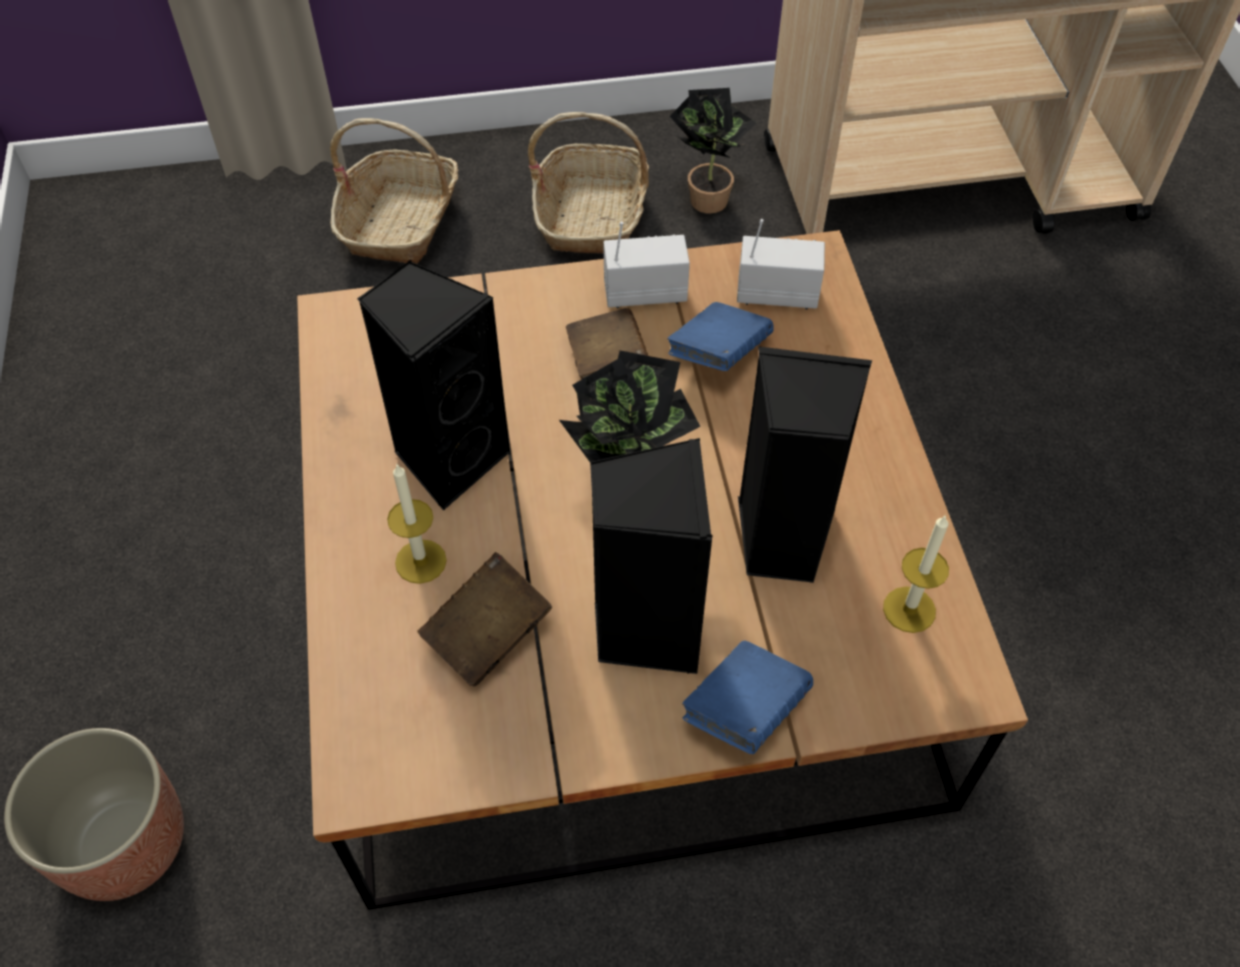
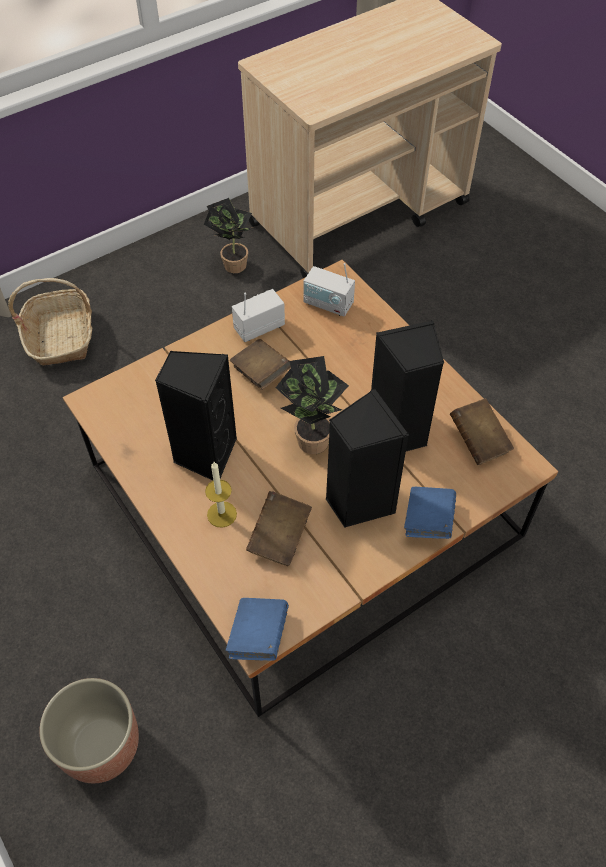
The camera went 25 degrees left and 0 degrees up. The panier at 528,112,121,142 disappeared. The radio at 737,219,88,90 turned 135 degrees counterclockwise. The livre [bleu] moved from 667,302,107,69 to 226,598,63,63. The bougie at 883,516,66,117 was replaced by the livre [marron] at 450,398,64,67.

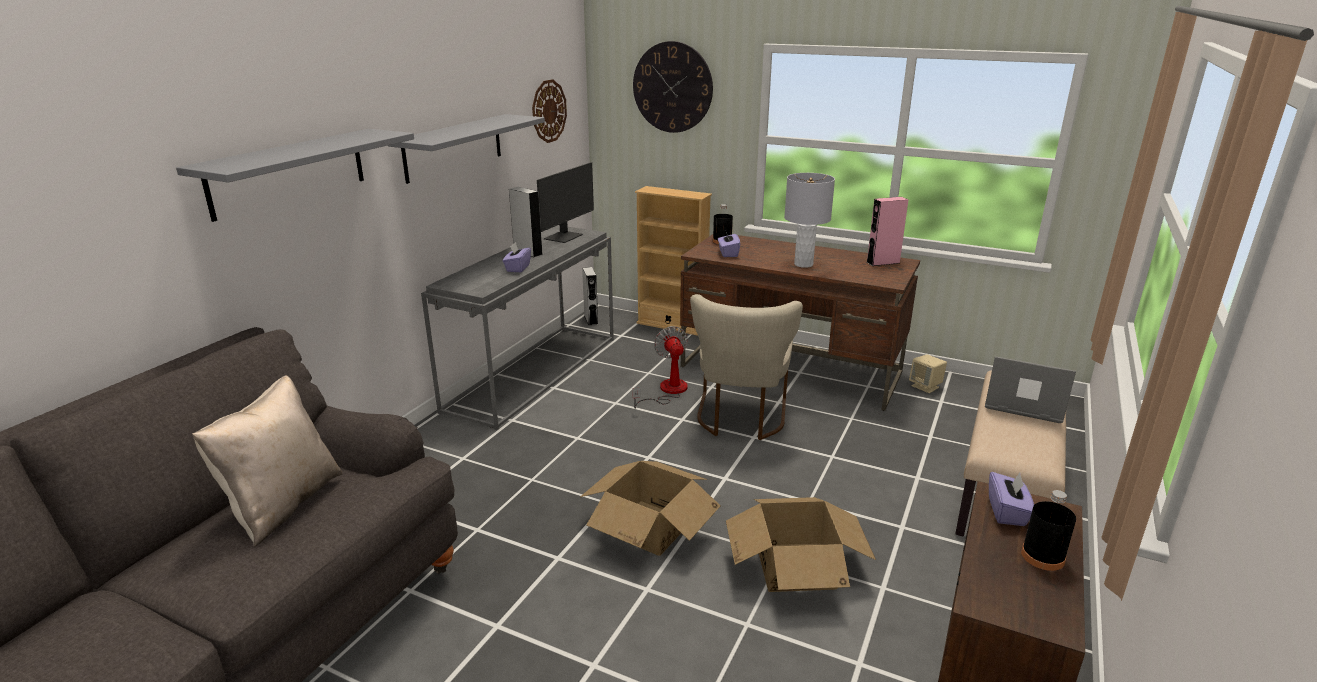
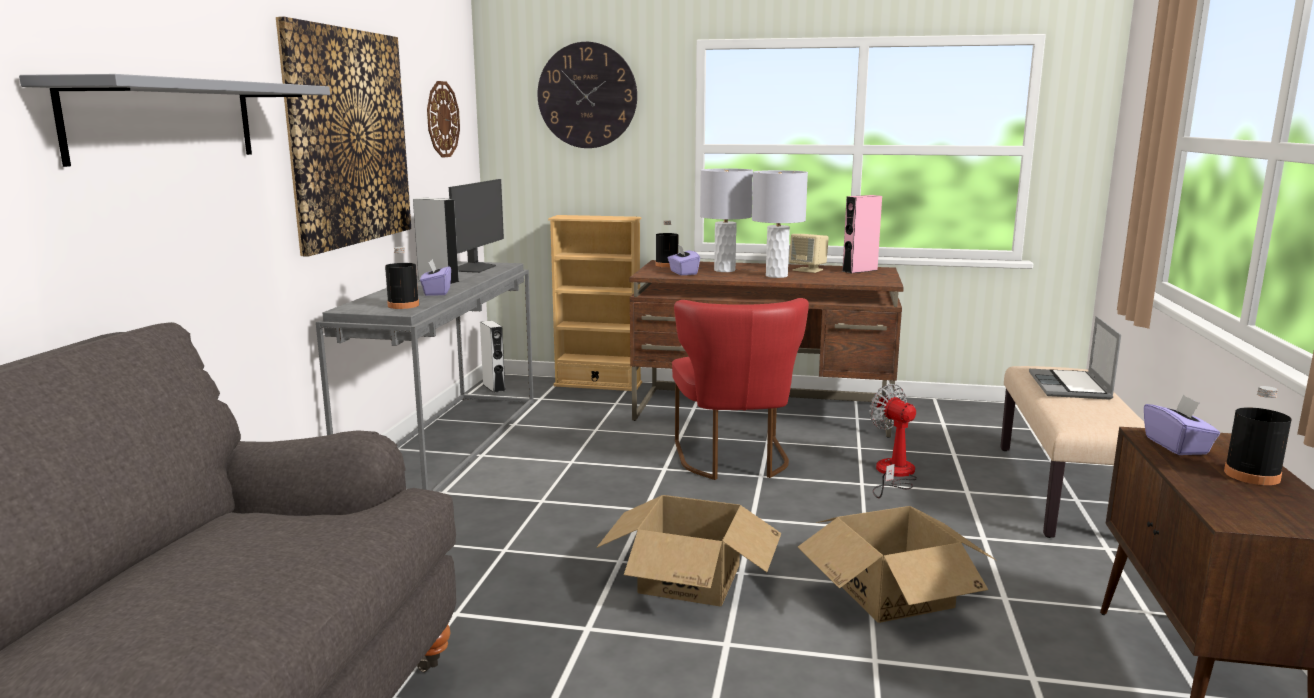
The camera went 15 degrees left and 10 degrees down. The étagère [gris] at 388,114,157,70 was replaced by the tableau at 276,17,135,239. The chaise [beige] at 690,294,113,146 became the chaise [rouge] at 672,298,137,182. The ventilateur moved from 632,326,56,82 to 869,384,48,114. The enceinte [beige] moved from 909,354,38,39 to 789,234,40,39. The ordinateur portable at 985,356,91,67 turned 90 degrees counterclockwise. The coussin [beige] at 192,375,151,172 disappeared. The lampe de table [gris] at 700,168,53,104 appeared. The bouteille [noir] at 385,247,34,62 appeared.

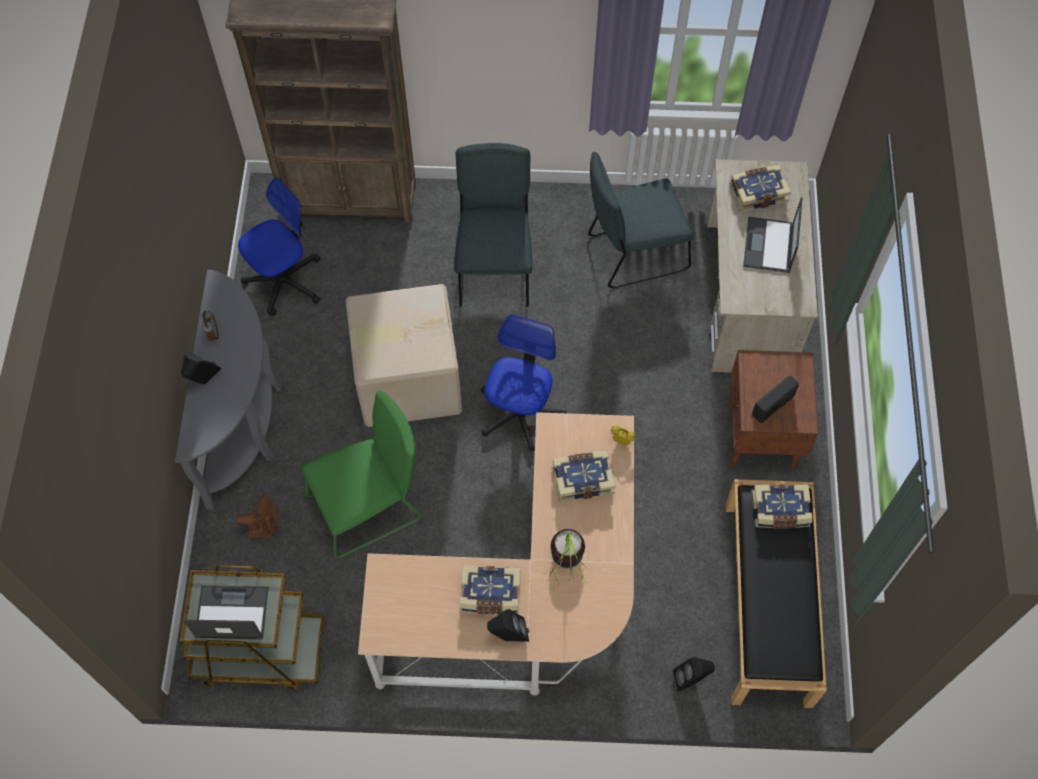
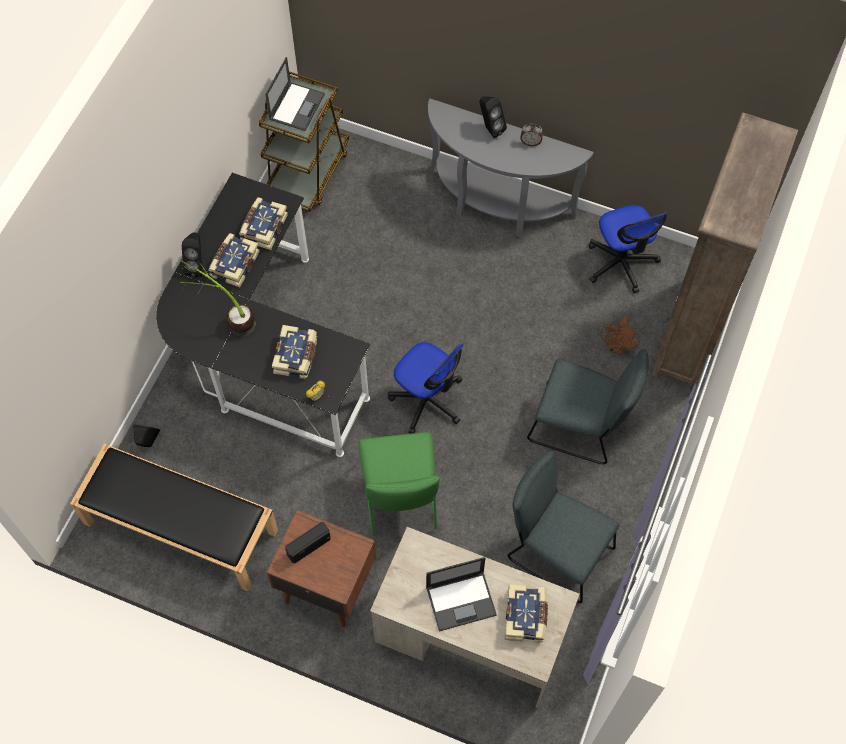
The camera went 110 degrees right and 0 degrees up. The chaise [gris] at 588,151,105,137 turned 60 degrees counterclockwise. The ordinateur portable at 743,197,59,76 turned 135 degrees clockwise. The carton at 346,284,116,143 disappeared. The radio at 752,376,47,47 turned 75 degrees clockwise. The chaise [vert] moved from 301,391,120,167 to 358,432,82,104. The bureau [beige] at 358,412,276,284 became the bureau [noir] at 156,173,214,284. The livre moved from 752,484,61,45 to 239,197,49,53. The ventilateur [marron] moved from 236,494,44,47 to 601,317,39,38.

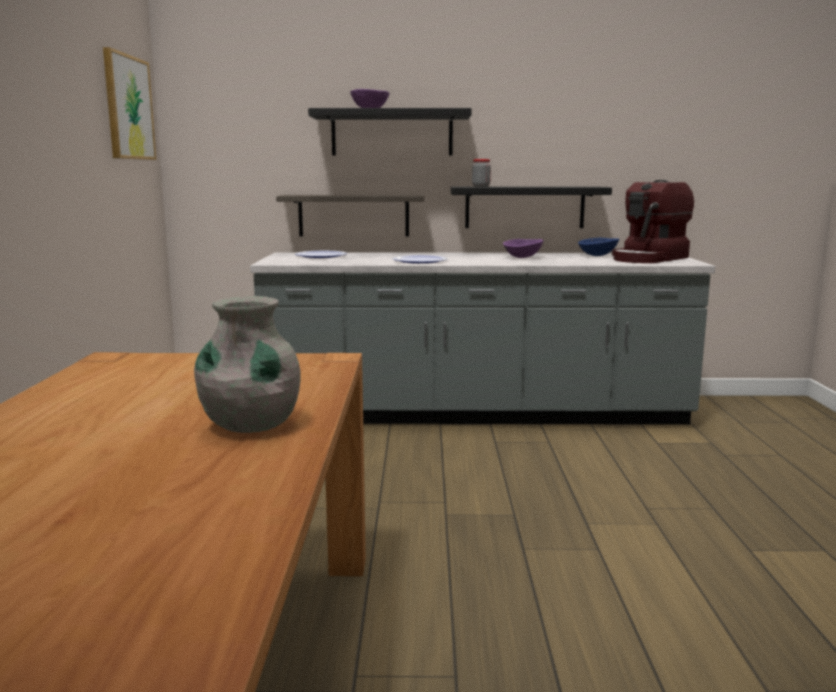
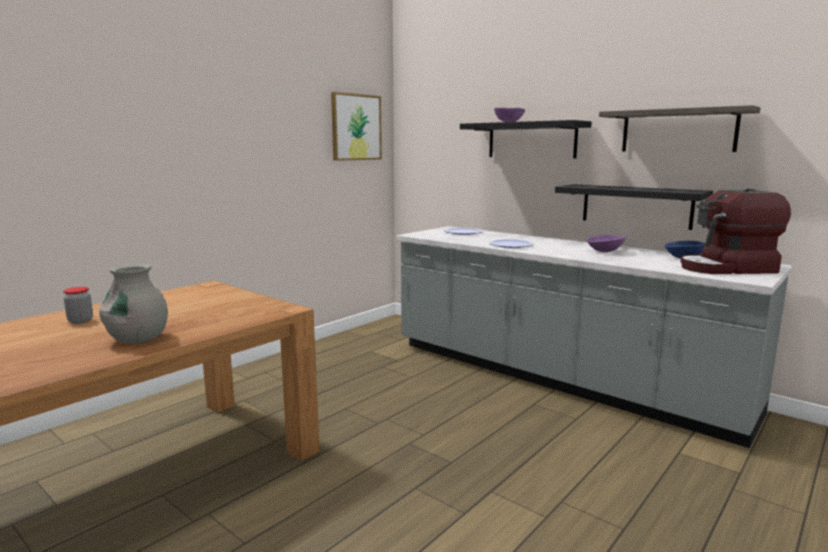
The camera went 40 degrees right and 0 degrees up. The bocal moved from 472,159,19,28 to 64,287,29,37. The étagère moved from 276,195,148,41 to 599,105,162,47.

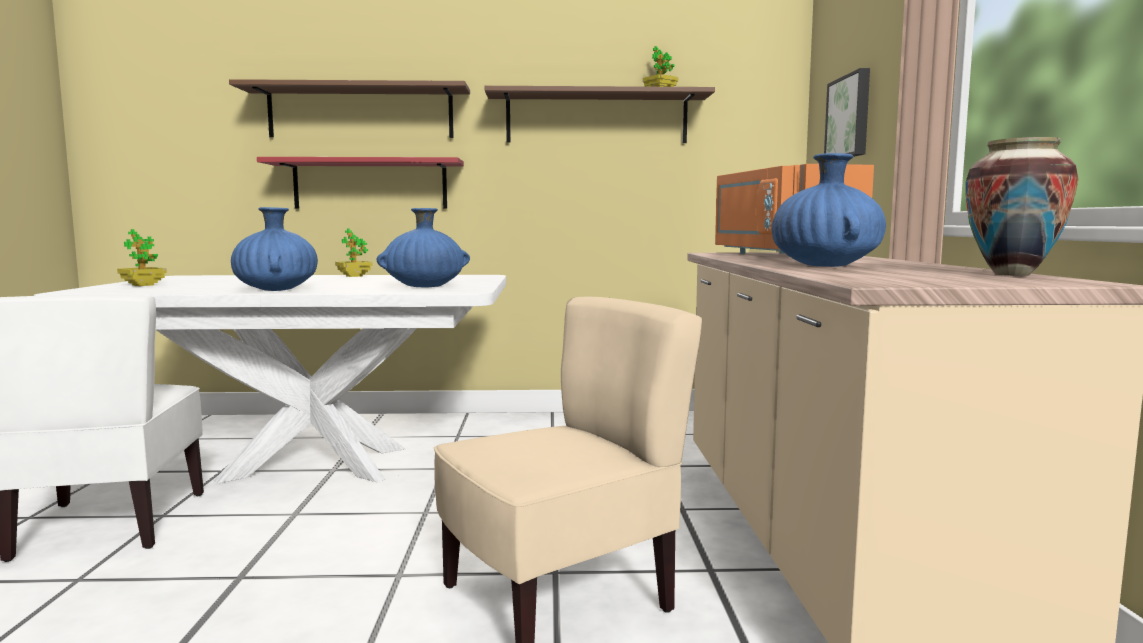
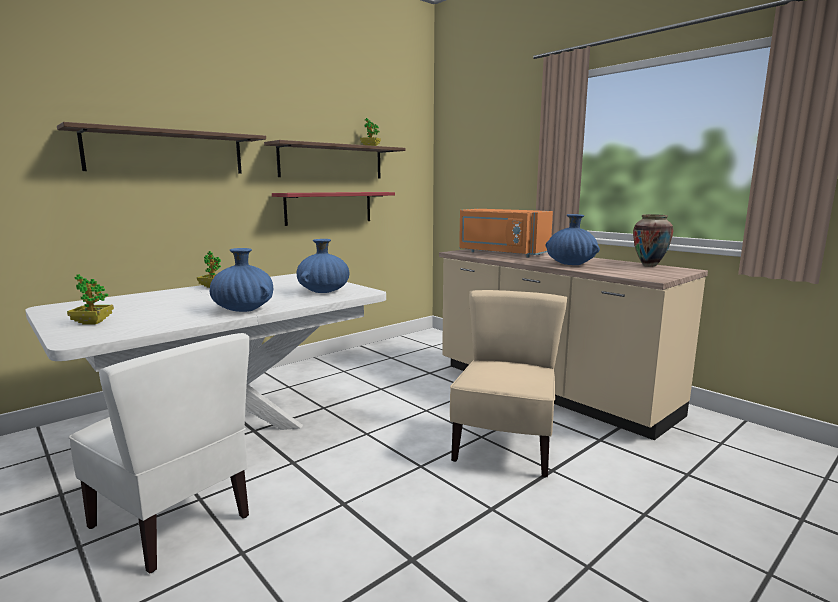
The camera went 40 degrees left and 5 degrees up. The tableau at 824,68,46,89 disappeared. The étagère [rouge] moved from 257,157,207,52 to 272,192,123,34.

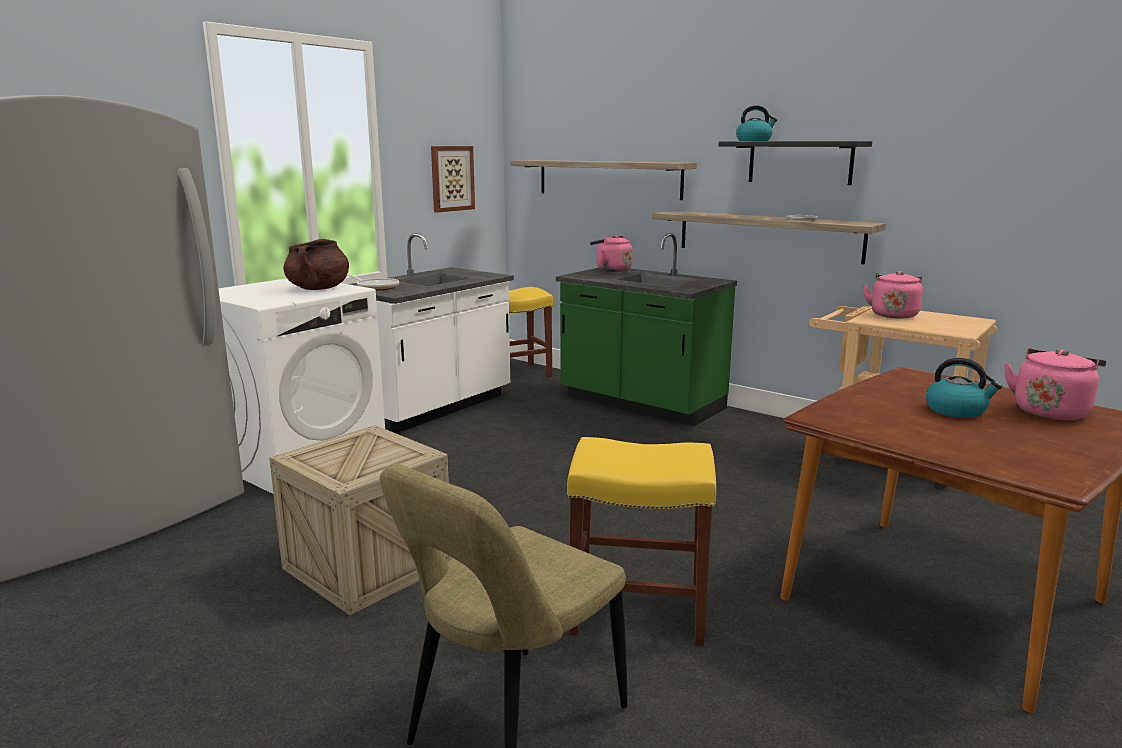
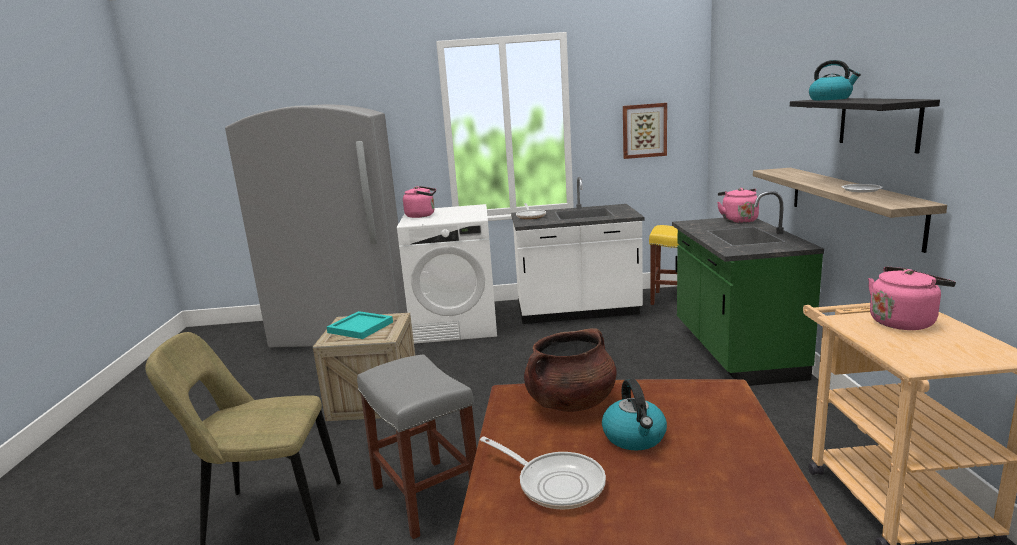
The camera went 50 degrees right and 0 degrees up. The étagère at 511,160,186,40 disappeared. The marmite [marron] moved from 284,239,65,51 to 524,328,93,84. The bouilloire [rose] moved from 1004,348,102,72 to 403,186,33,32. The tabouret [jaune] at 567,437,149,210 became the tabouret [gris] at 357,354,120,185. The plateau [turquoise] at 327,311,66,28 appeared. The poêle at 480,436,126,74 appeared.

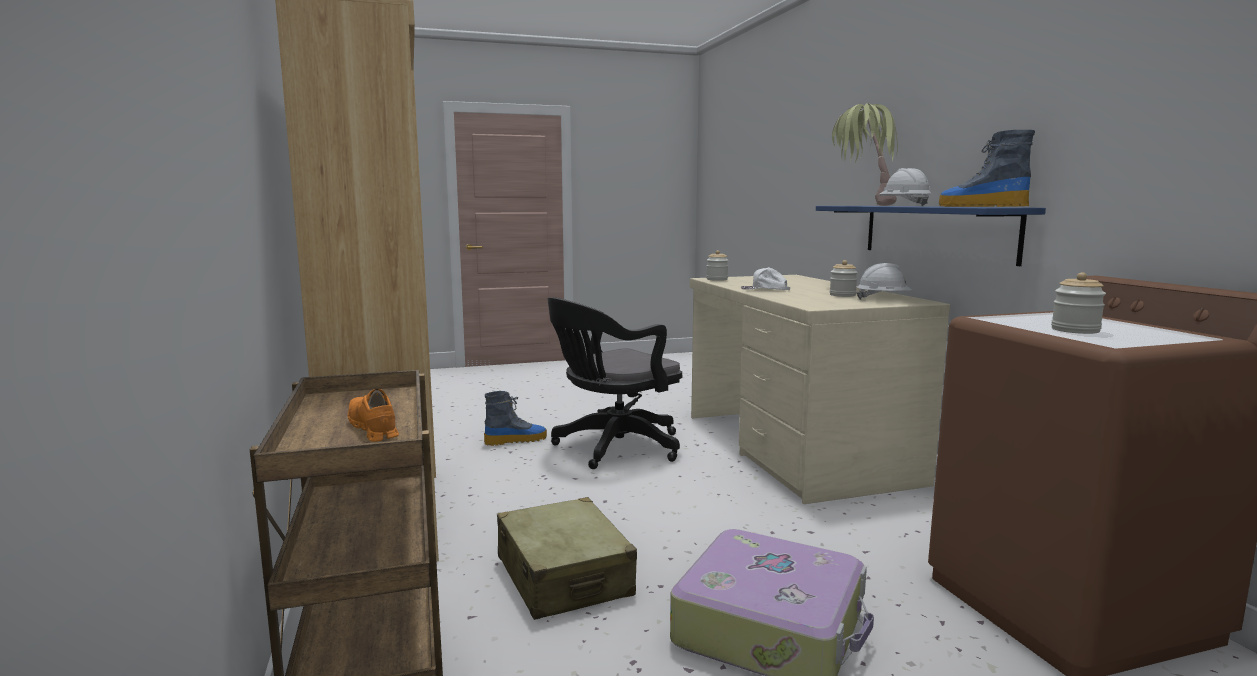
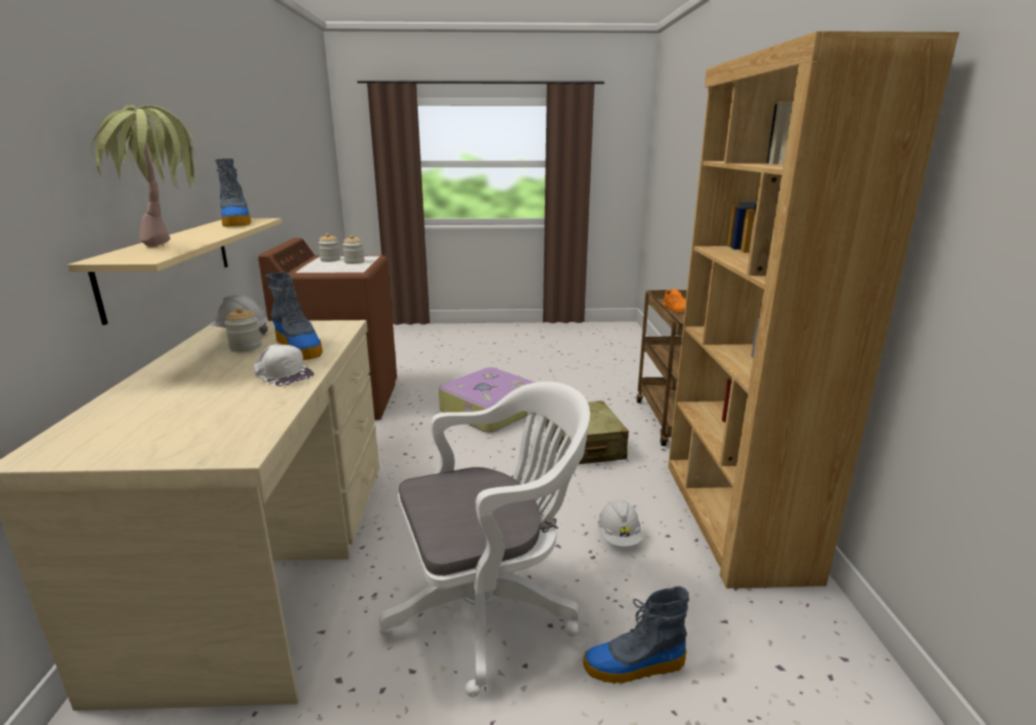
The camera went 165 degrees left and 10 degrees up. The casque de chantier [blanc] moved from 878,168,54,38 to 597,500,45,47. The étagère [bleu] at 816,206,230,60 became the étagère [beige] at 68,218,214,107. The bocal moved from 706,250,22,31 to 318,233,23,29. The chaise de bureau [noir] at 547,297,135,172 became the chaise de bureau [blanc] at 378,382,212,315. The botte at 266,272,57,88 appeared.

